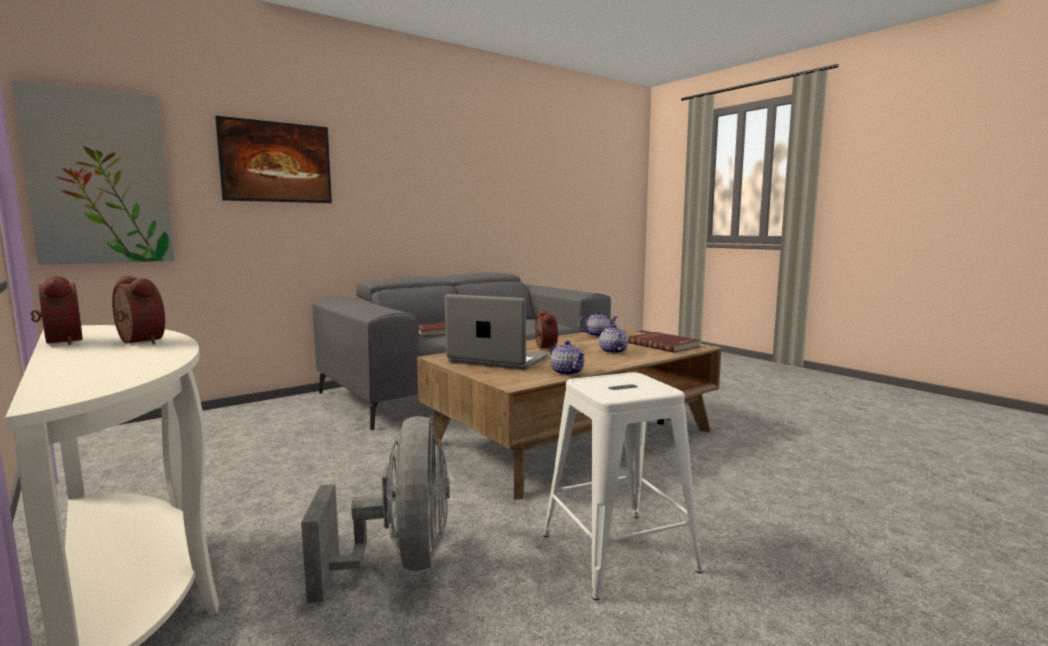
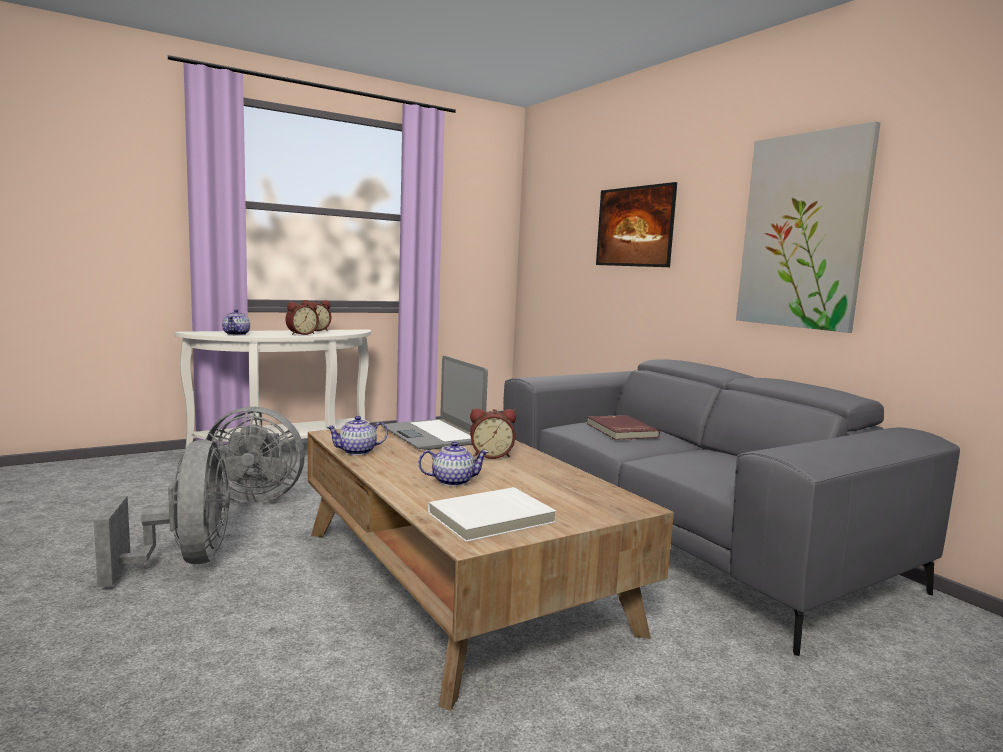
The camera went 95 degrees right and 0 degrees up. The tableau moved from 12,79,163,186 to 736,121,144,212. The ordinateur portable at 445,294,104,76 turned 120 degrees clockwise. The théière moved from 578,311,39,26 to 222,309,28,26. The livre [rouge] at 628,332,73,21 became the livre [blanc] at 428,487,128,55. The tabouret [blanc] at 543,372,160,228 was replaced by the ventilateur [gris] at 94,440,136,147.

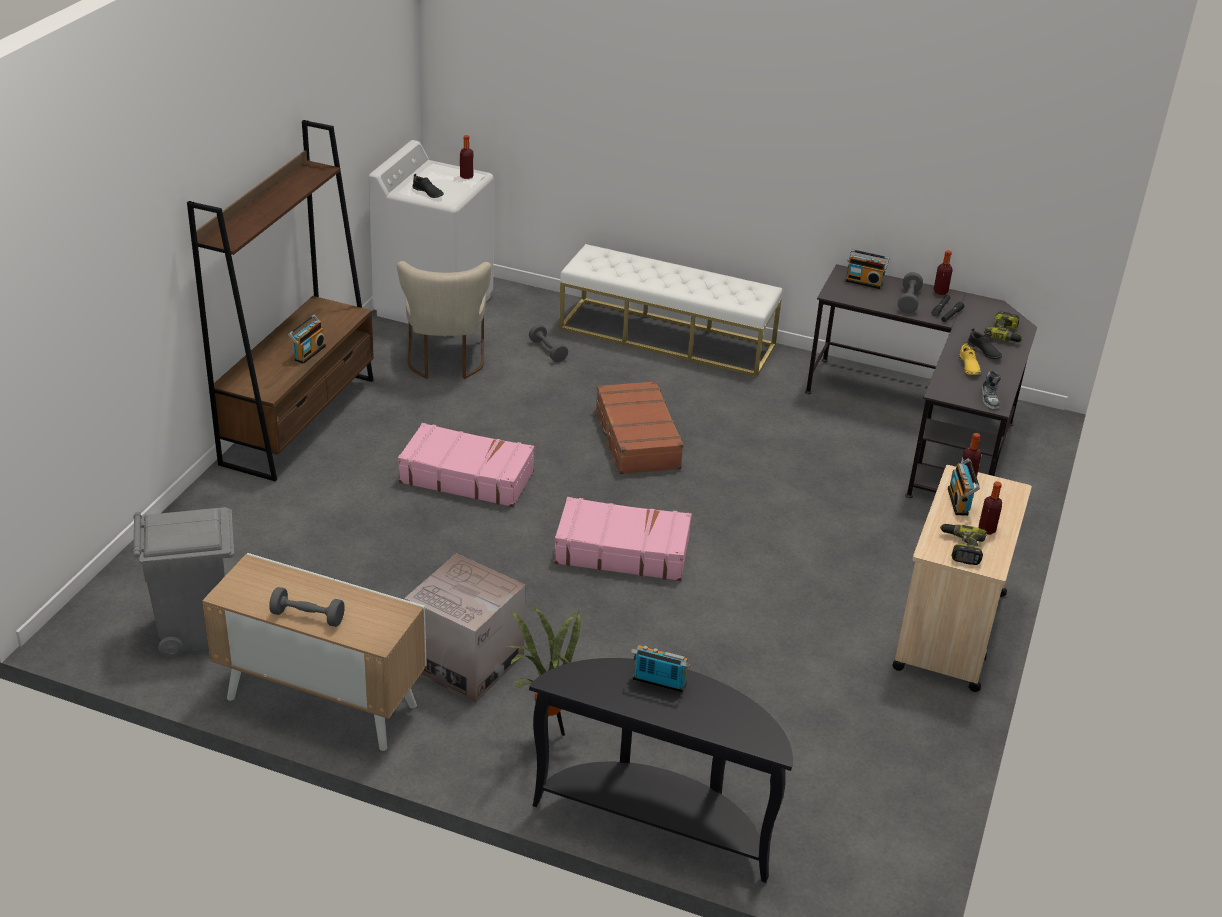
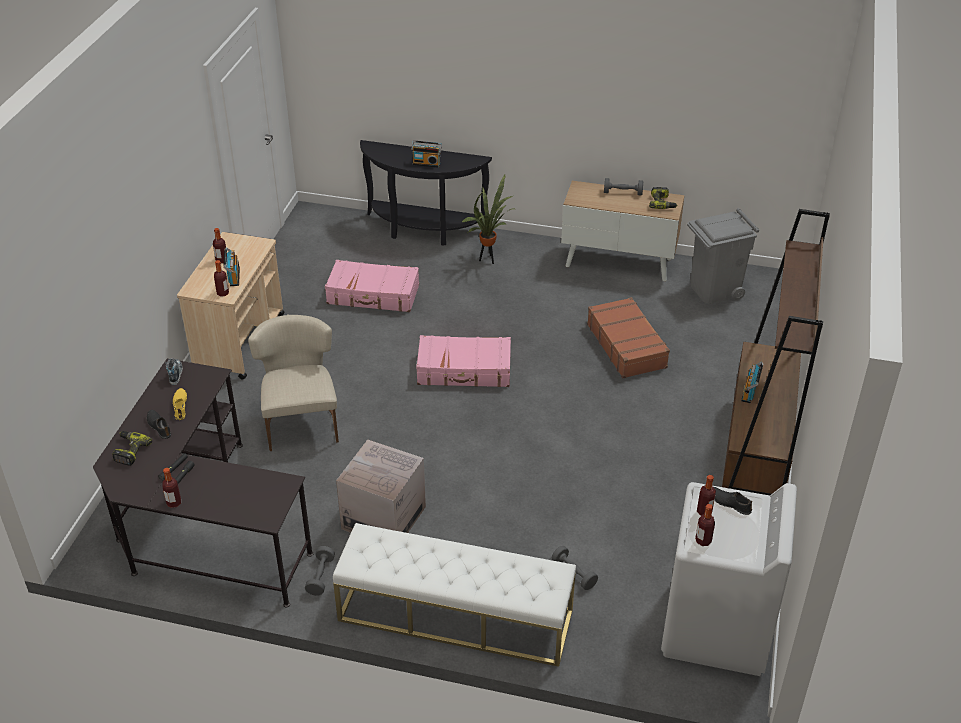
The camera went 175 degrees right and 5 degrees up. The radio at 845,249,44,40 disappeared. The chaise [beige] moved from 397,261,95,118 to 248,314,91,137. The haltère [gris] moved from 898,272,25,41 to 305,546,30,50. The valise [marron] moved from 593,381,91,93 to 587,297,83,81. The valise [rose] moved from 398,423,136,84 to 325,260,94,52. The perceuse moved from 940,524,47,41 to 649,187,28,22. The carton moved from 404,553,122,150 to 336,440,90,93. The bouteille at 697,475,19,41 appeared.

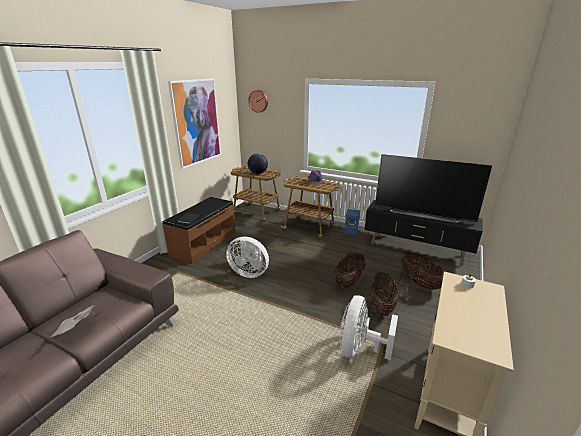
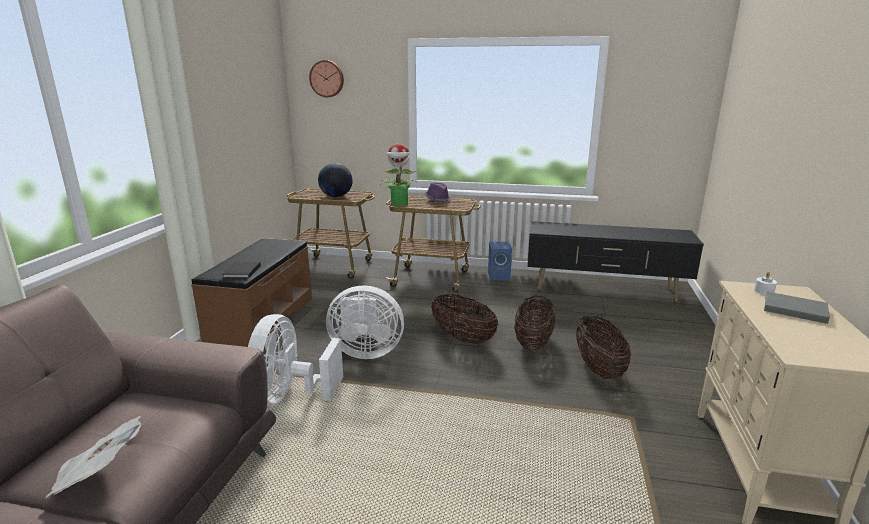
The camera went 15 degrees left and 5 degrees down. The tableau at 168,78,53,91 disappeared. The téléviseur at 375,154,117,69 disappeared. The panier moved from 401,254,43,36 to 431,294,67,50. The ventilateur [blanc] moved from 340,295,58,65 to 248,314,95,91. The plante en pot at 380,143,36,63 appeared. The livre [gris] at 764,292,66,32 appeared.

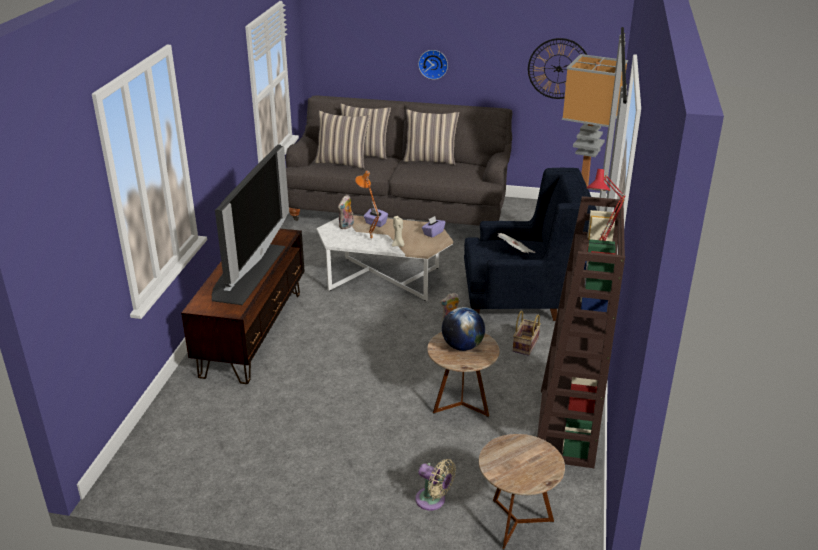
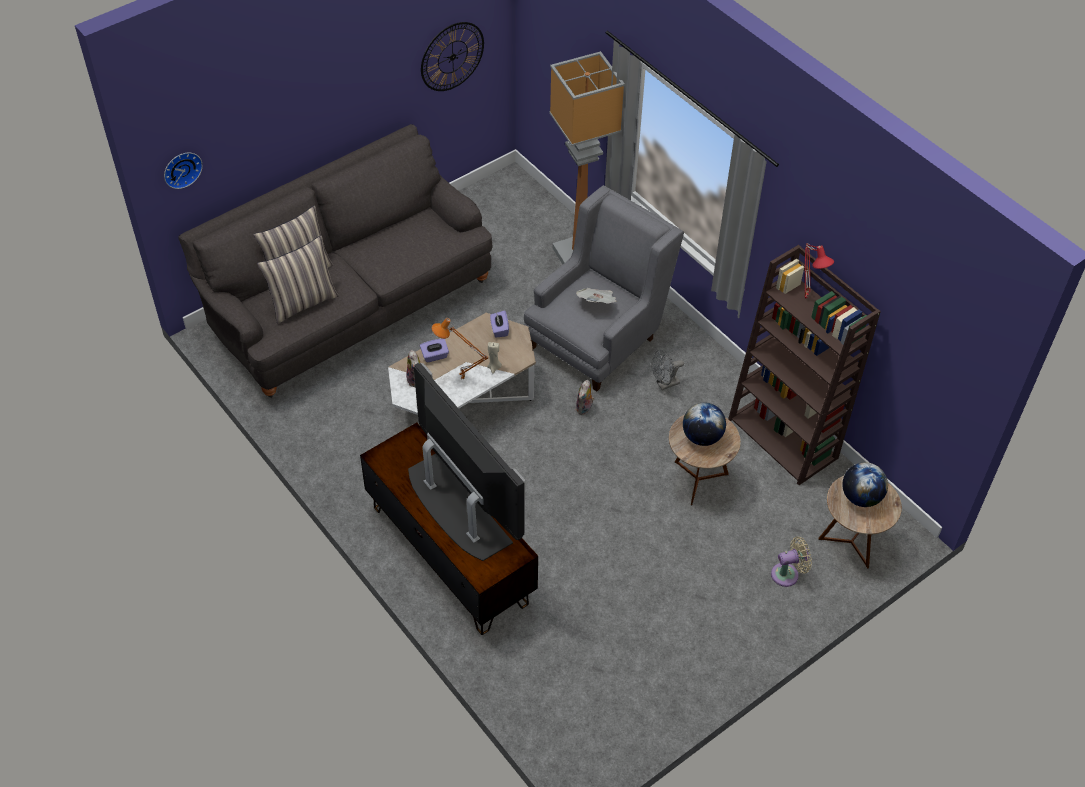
The camera went 50 degrees left and 20 degrees up. The horloge murale moved from 418,50,30,30 to 164,153,39,36. The coussin at 403,109,56,56 disappeared. The fauteuil [bleu] at 464,168,133,153 became the fauteuil [gris] at 524,185,160,206. The panier at 513,311,28,45 was replaced by the ventilateur [gris] at 651,350,33,40. The globe at 842,462,46,45 appeared.

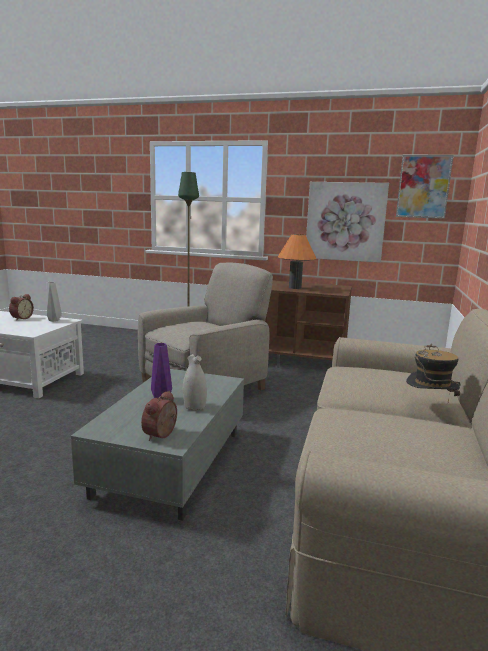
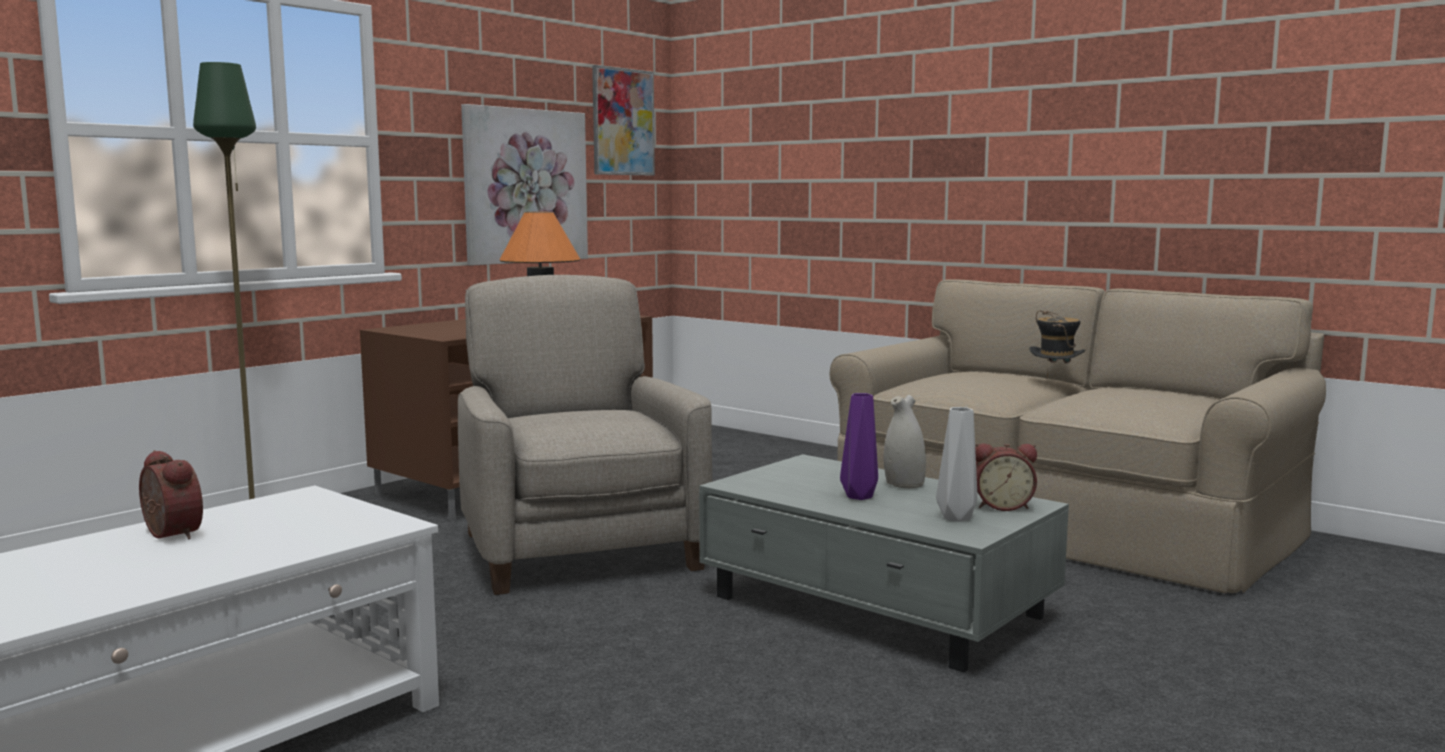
The camera went 65 degrees left and 5 degrees down. The vase [gris] moved from 47,282,15,40 to 936,407,41,115. The réveil at 141,391,36,50 turned 45 degrees counterclockwise.

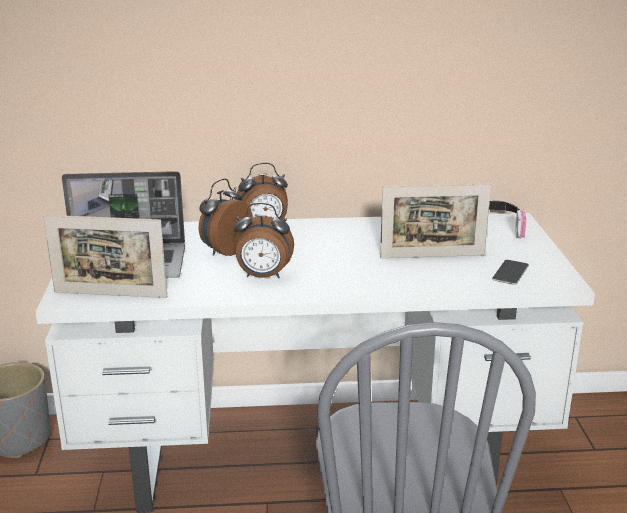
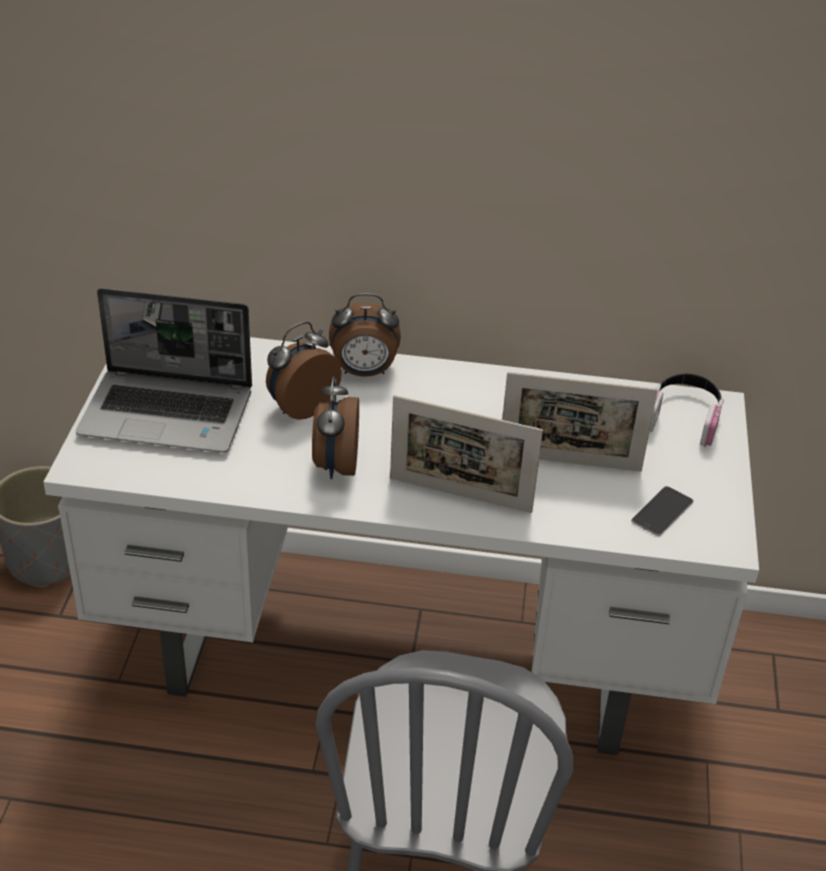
The camera went 10 degrees right and 15 degrees up. The réveil at 234,203,60,75 turned 75 degrees clockwise. The cadre photo moved from 43,215,124,83 to 390,395,153,118.

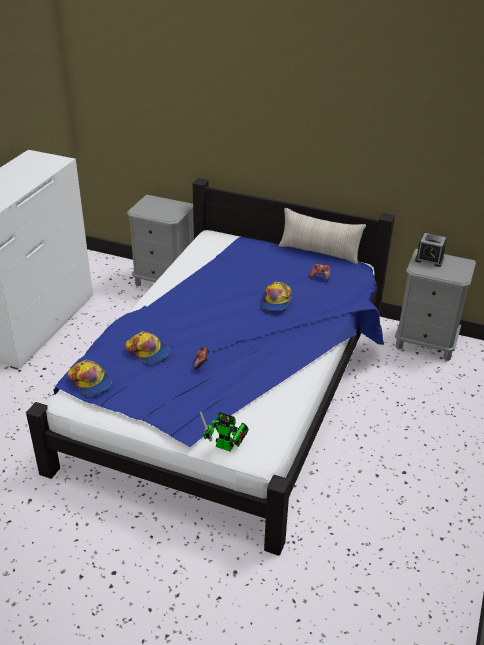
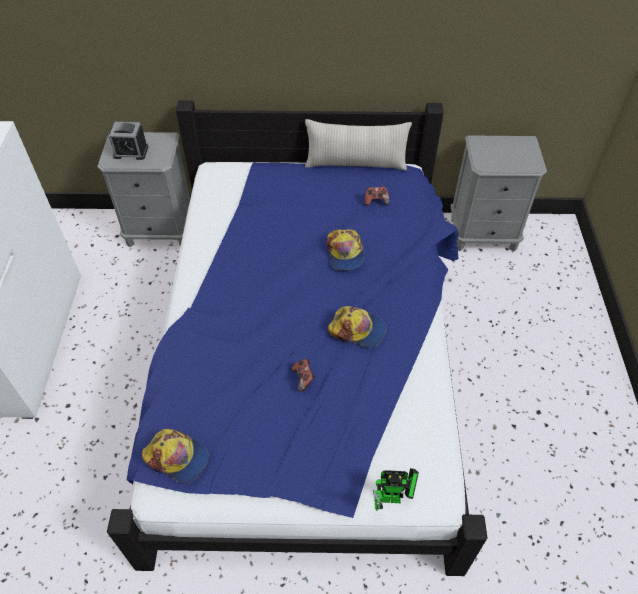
The camera went 20 degrees left and 15 degrees up. The réveil moved from 415,233,32,34 to 109,122,40,38. The casquette moved from 125,331,45,33 to 328,306,58,42.

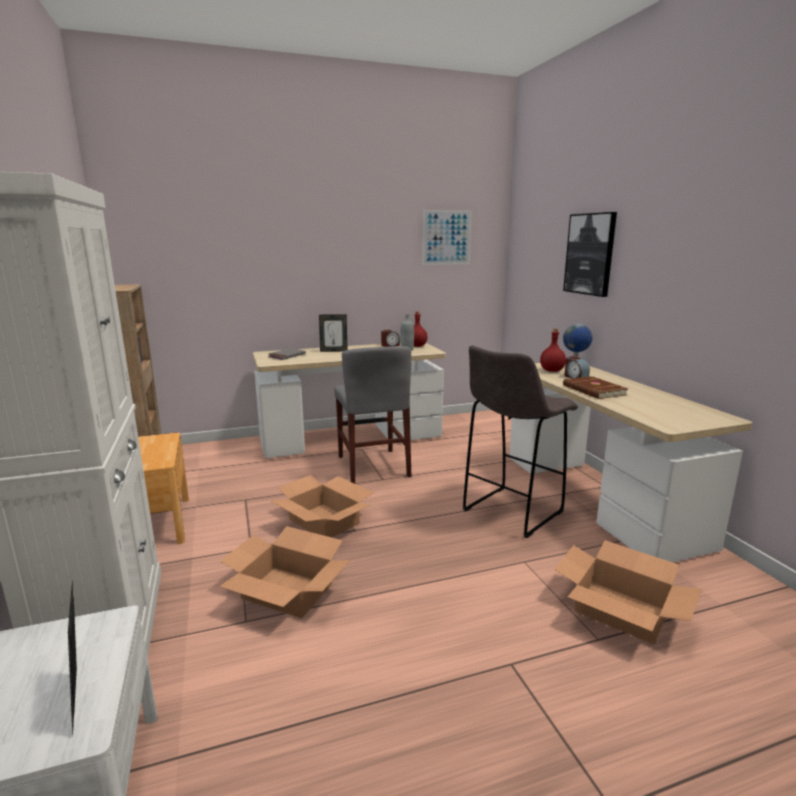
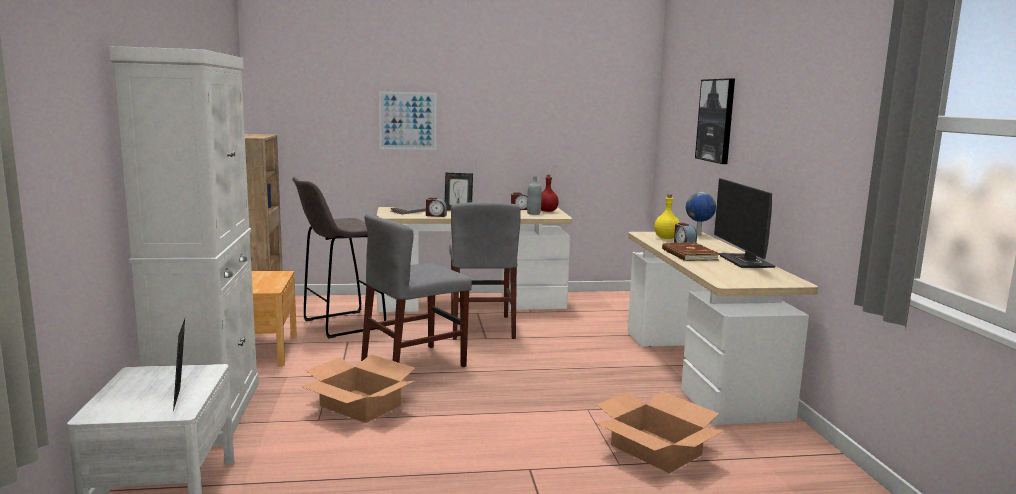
The camera went 10 degrees right and 5 degrees down. The tableau moved from 422,210,50,55 to 379,91,57,59. The bouteille [rouge] at 540,328,26,44 became the bouteille [jaune] at 654,194,26,45. The tabouret [gris] moved from 463,346,115,192 to 292,177,94,161. The carton at 270,475,104,62 was replaced by the chaise [gris] at 361,213,111,154. The écran d'ordinateur at 714,178,62,90 appeared. The réveil at 426,198,21,19 appeared.

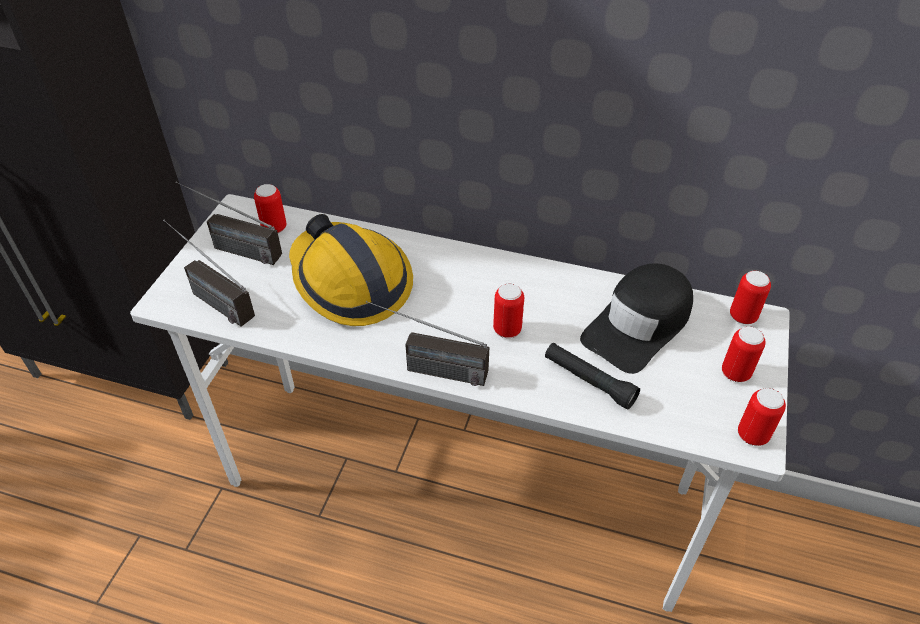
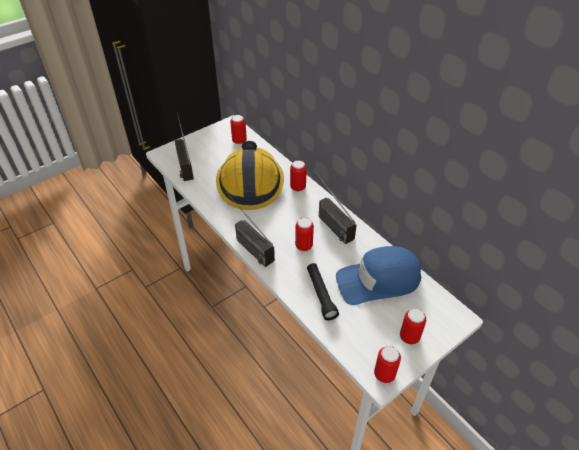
The camera went 35 degrees right and 0 degrees up. The radio moved from 175,181,107,84 to 315,172,42,72. The casquette [noir] at 580,264,113,110 became the casquette [bleu] at 336,246,85,59. The boîte métallique moved from 730,271,41,53 to 290,160,17,31.

